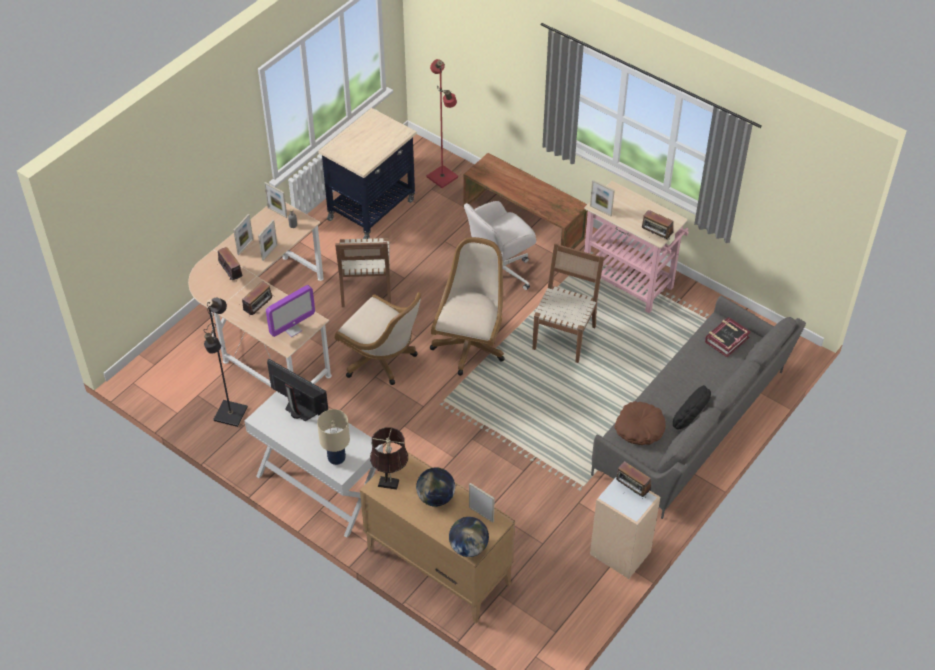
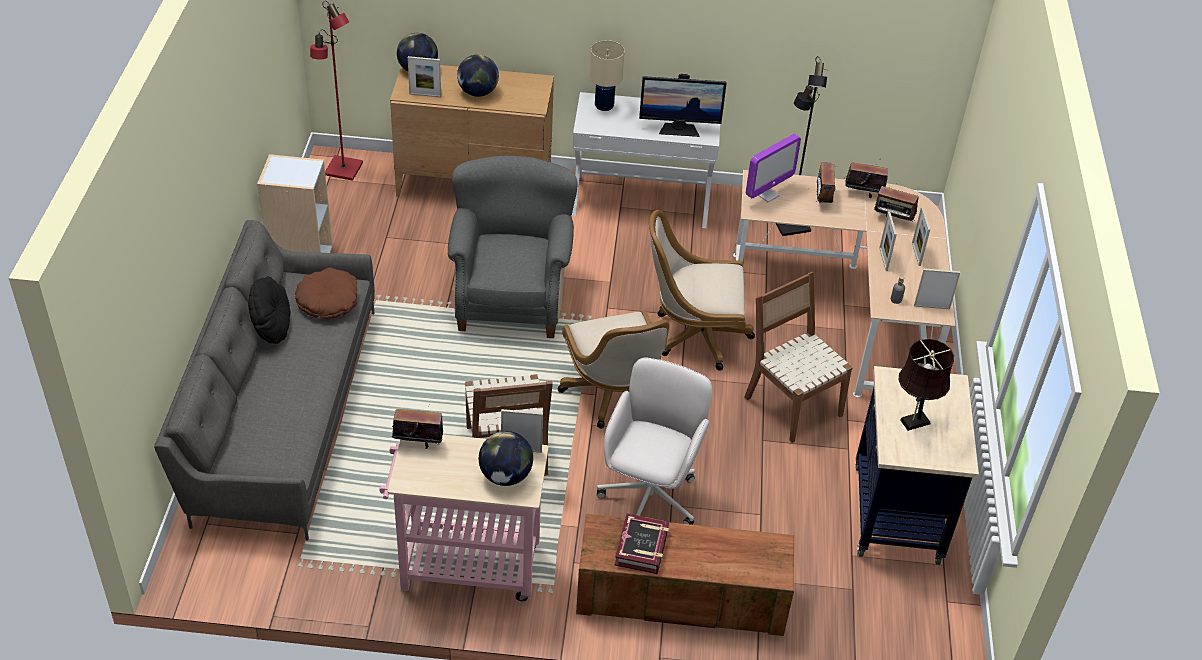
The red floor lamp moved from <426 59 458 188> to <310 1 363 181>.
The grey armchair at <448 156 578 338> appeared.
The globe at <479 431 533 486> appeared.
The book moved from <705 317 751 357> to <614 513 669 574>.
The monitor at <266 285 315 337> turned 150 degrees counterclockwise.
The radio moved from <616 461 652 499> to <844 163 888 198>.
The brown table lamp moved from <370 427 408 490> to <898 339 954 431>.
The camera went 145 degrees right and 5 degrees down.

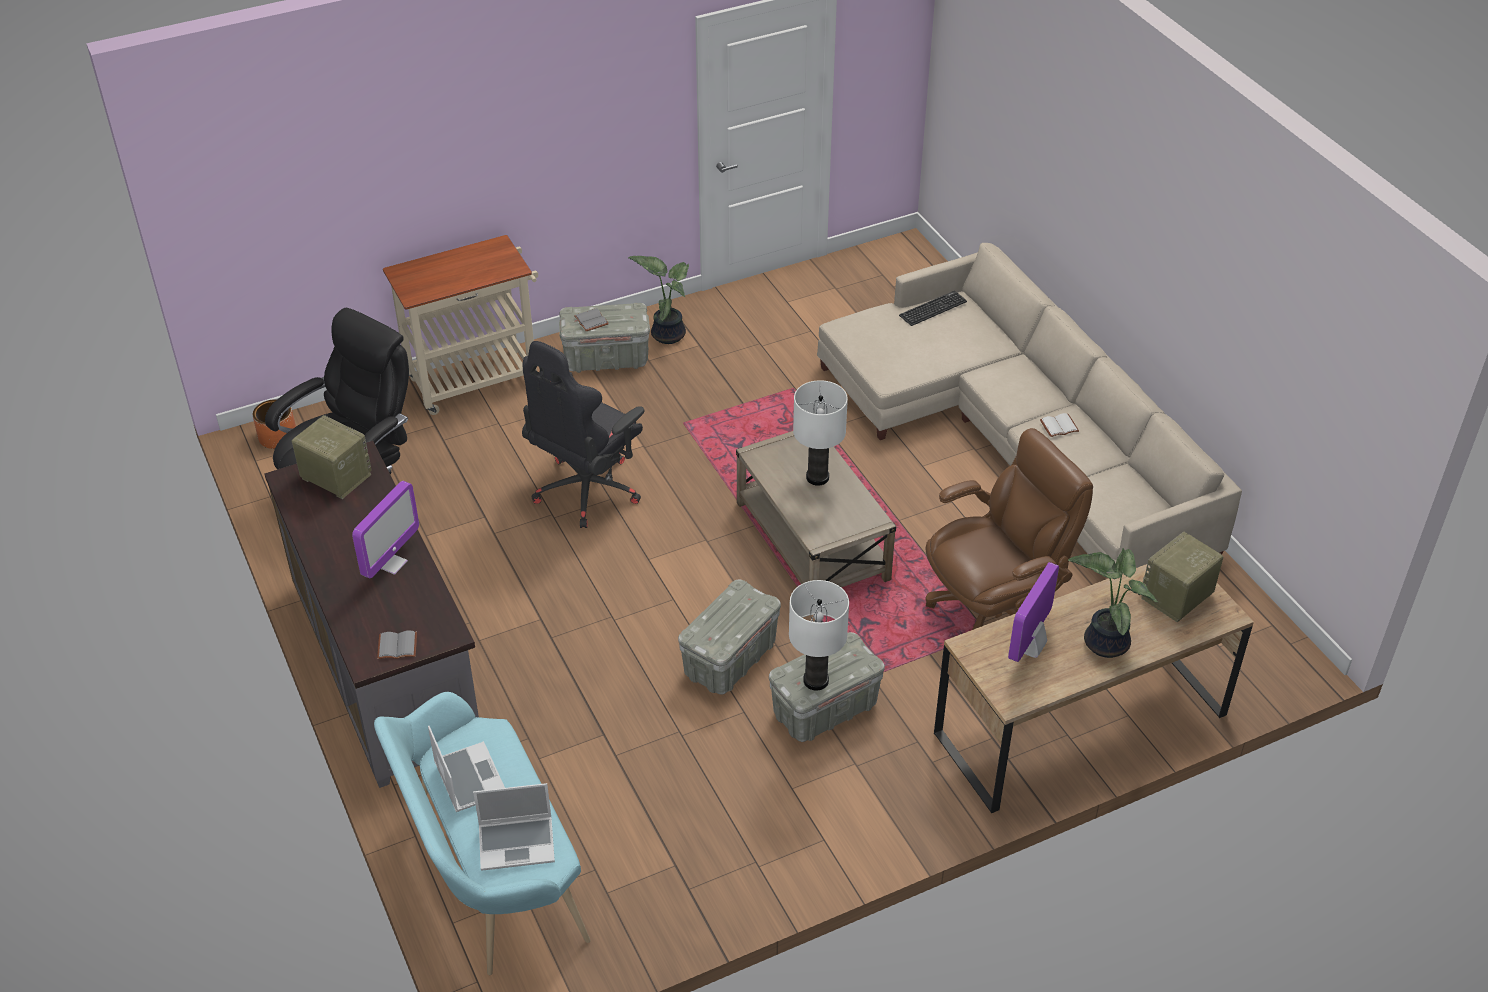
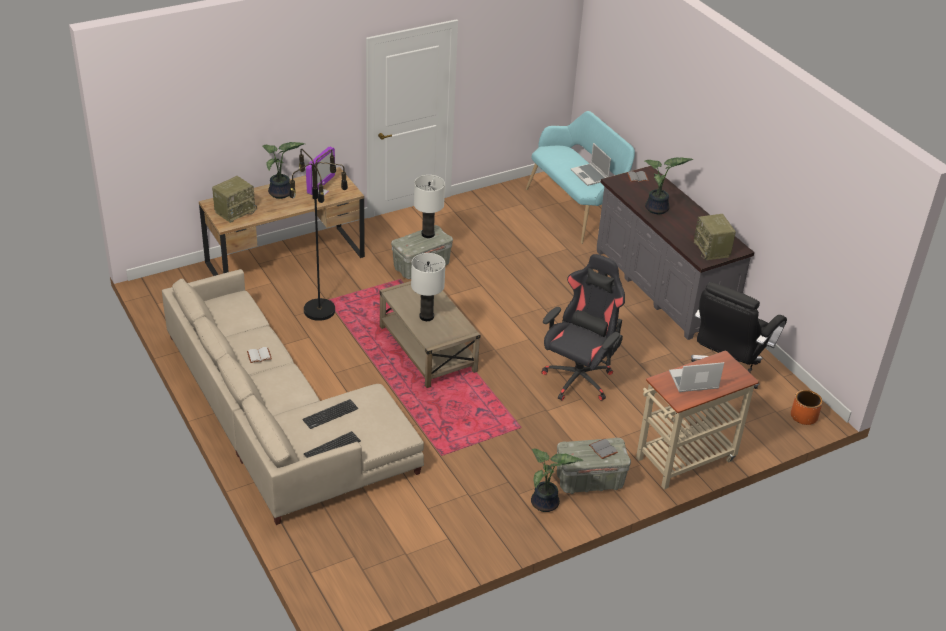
The brown office chair at <926 428 1093 630> was replaced by the floor lamp at <289 148 348 321>.
The keyboard at <302 399 358 429> appeared.
The monitor at <352 481 419 578> was replaced by the potted plant at <645 157 694 214>.
The laptop moved from <473 783 555 871> to <669 362 724 392>.
The radio at <291 415 372 499> turned 45 degrees clockwise.
The grey storage box at <678 580 781 695> disappeared.
The camera went 175 degrees right and 5 degrees down.

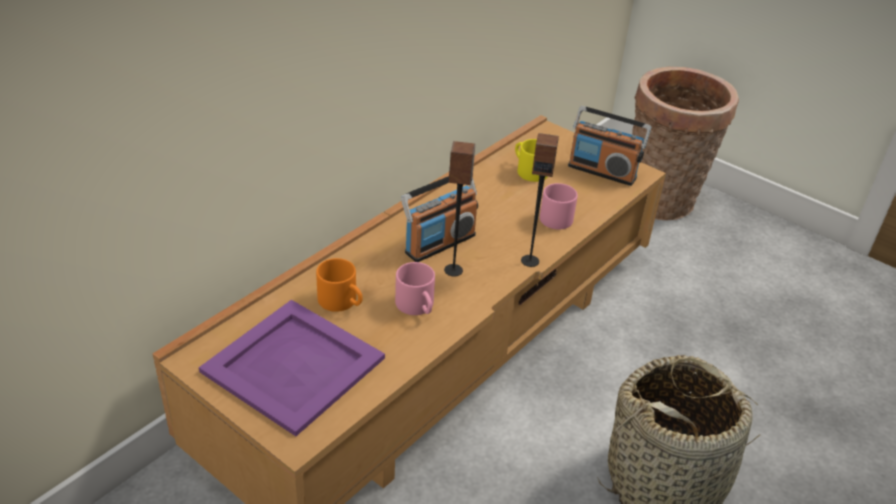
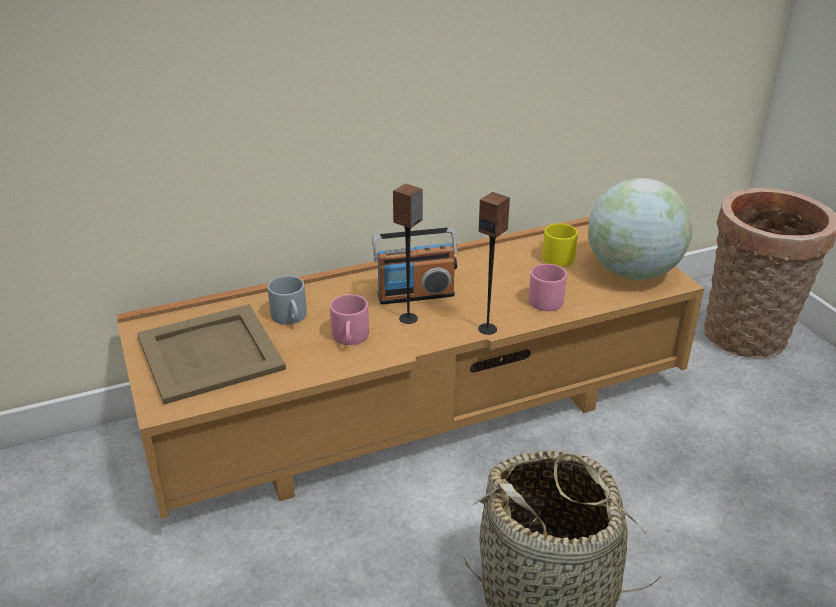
The purple tray at <199 300 385 436> became the beige tray at <137 304 286 405>.
The orange mug at <316 258 363 312> became the grey mug at <268 276 307 325>.
The radio at <568 106 651 186> was replaced by the globe at <589 178 693 280>.
The camera went 30 degrees right and 5 degrees down.

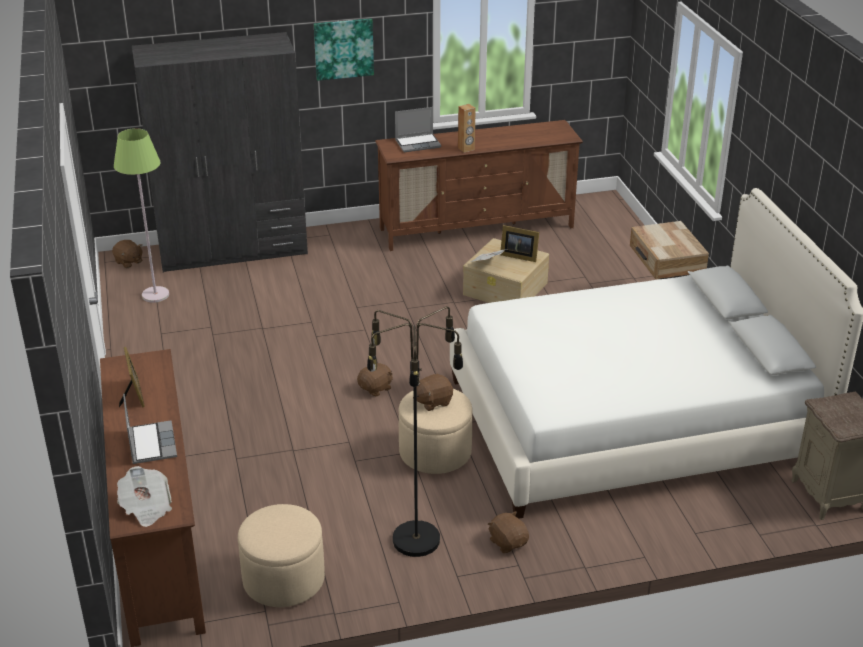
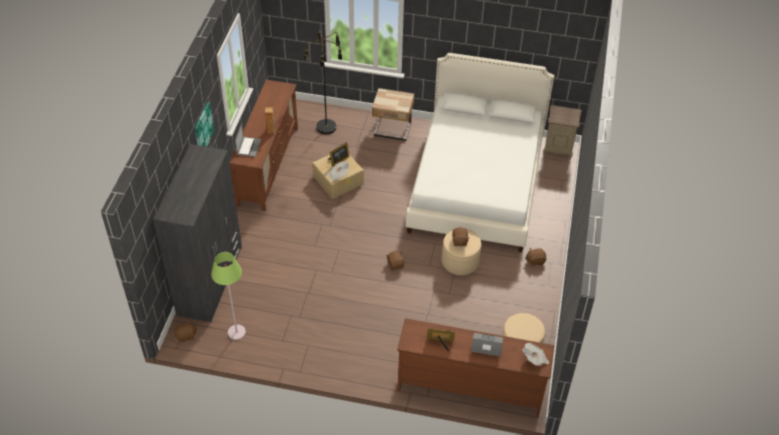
The floor lamp moved from <367 306 463 557> to <304 28 342 134>.
The camera went 65 degrees left and 15 degrees up.

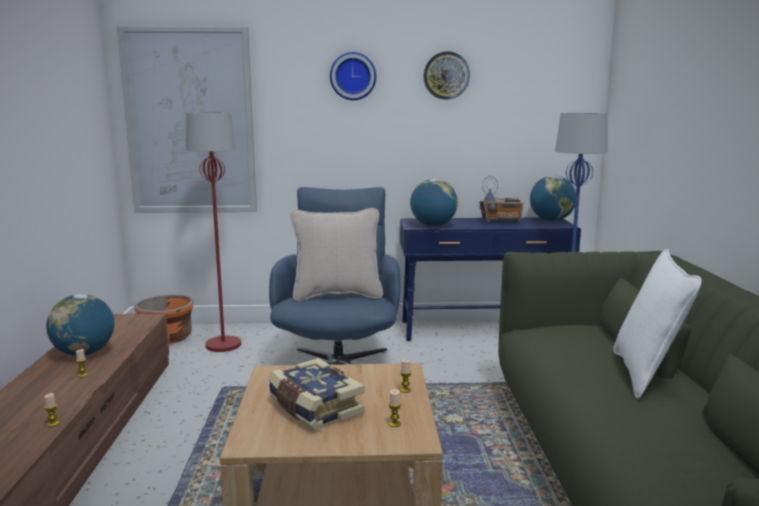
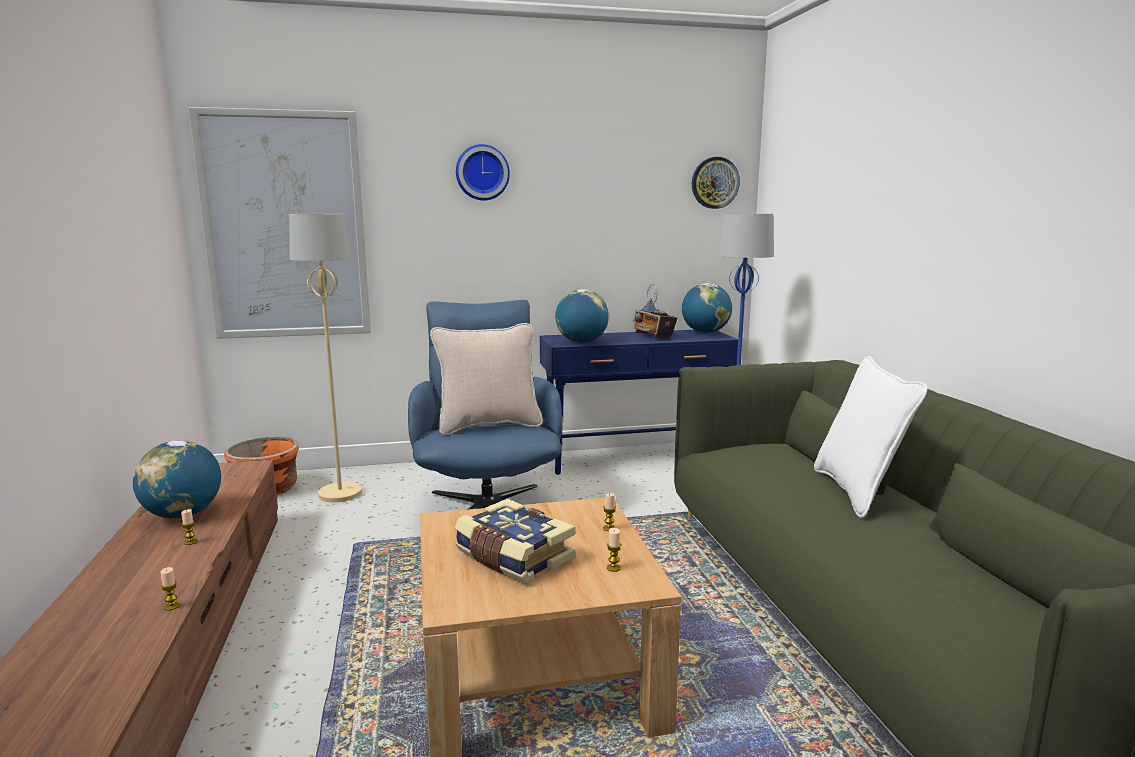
The red floor lamp at <186 112 241 352> became the beige floor lamp at <289 214 362 502>.
The radio at <479 176 523 222> turned 75 degrees clockwise.
The wall clock moved from <424 51 470 100> to <692 157 740 209>.
The camera went 10 degrees left and 0 degrees up.

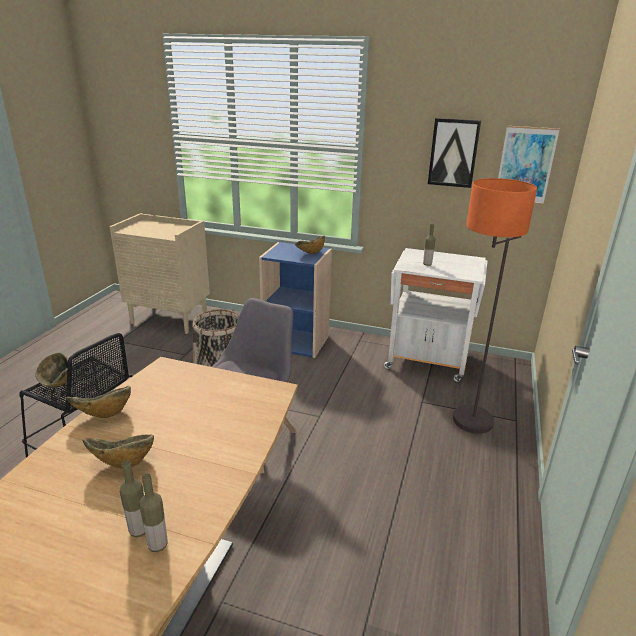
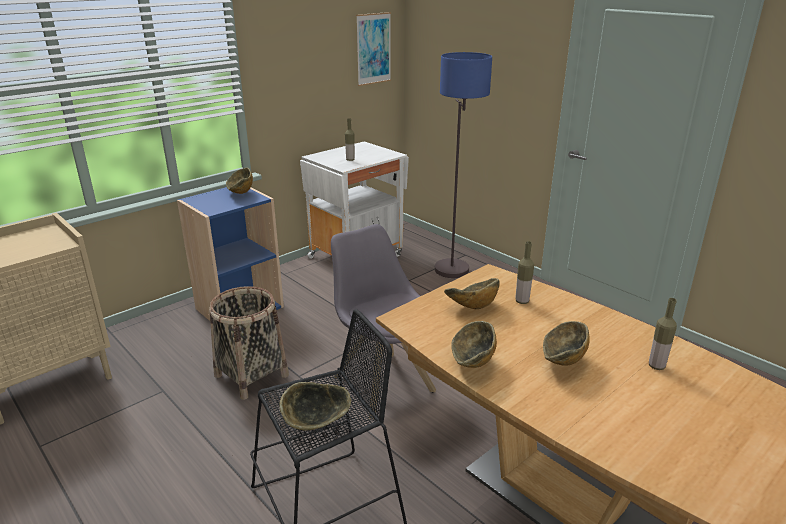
The orange floor lamp at <453 178 537 434> became the blue floor lamp at <435 52 492 278>.
The bowl at <444 278 500 309> appeared.
The bottle moved from <139 473 168 552> to <515 241 534 304>.
The picture at <428 118 481 188> disappeared.
The camera went 60 degrees left and 0 degrees up.

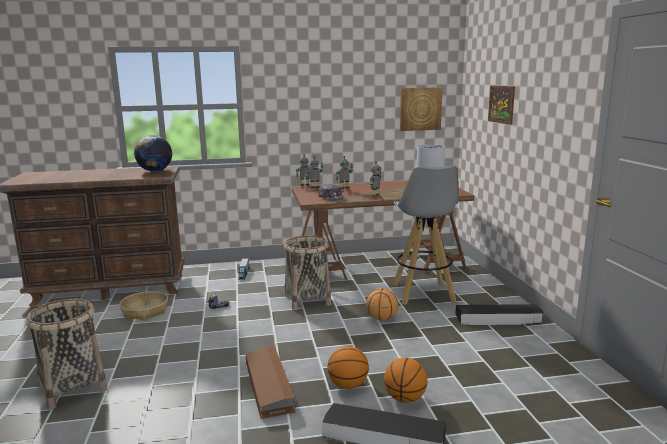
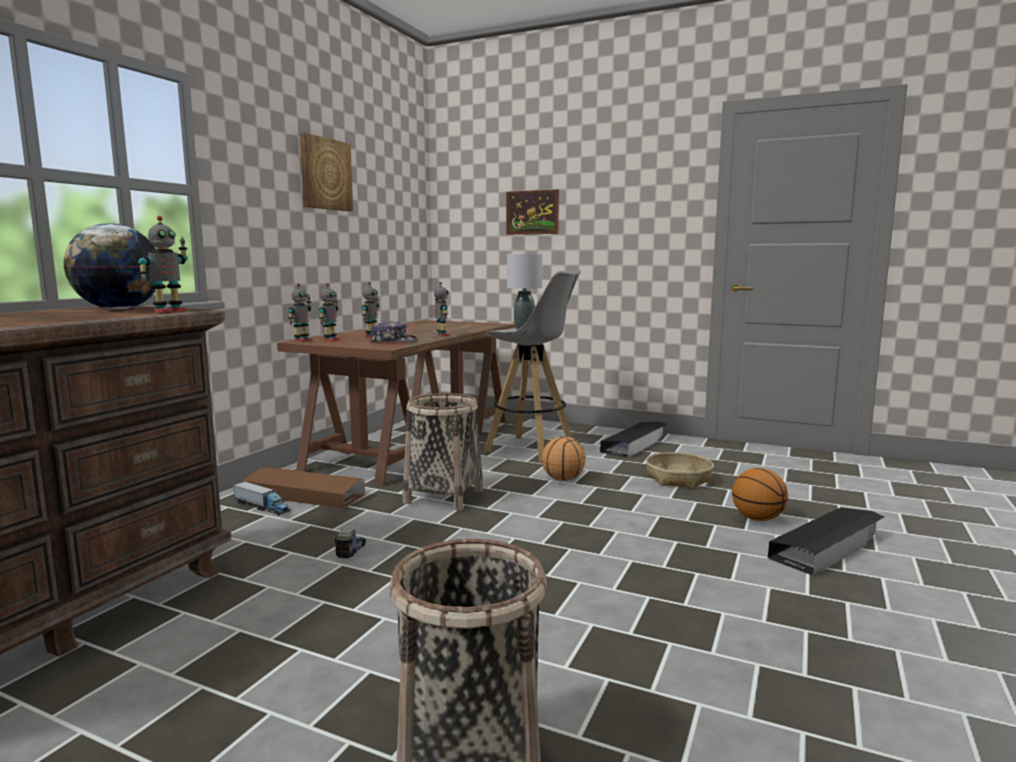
The toy robot at <138 216 188 313> appeared.
The brown storage box moved from <246 347 296 419> to <242 467 365 509>.
The picture moved from <400 87 443 131> to <300 133 353 211>.
The basket moved from <120 291 168 321> to <646 452 714 489>.
The basketball at <328 346 369 389> disappeared.
The camera went 55 degrees left and 5 degrees down.

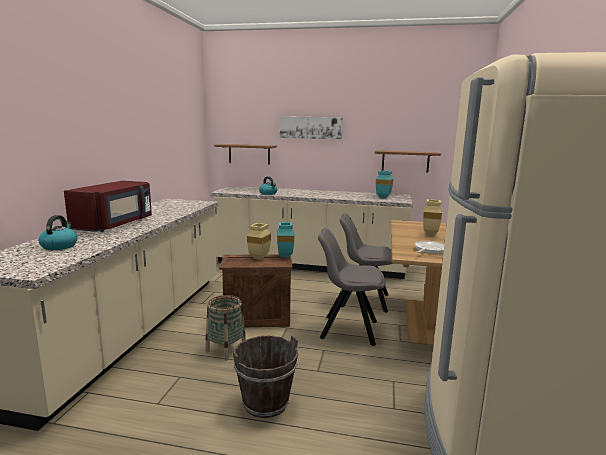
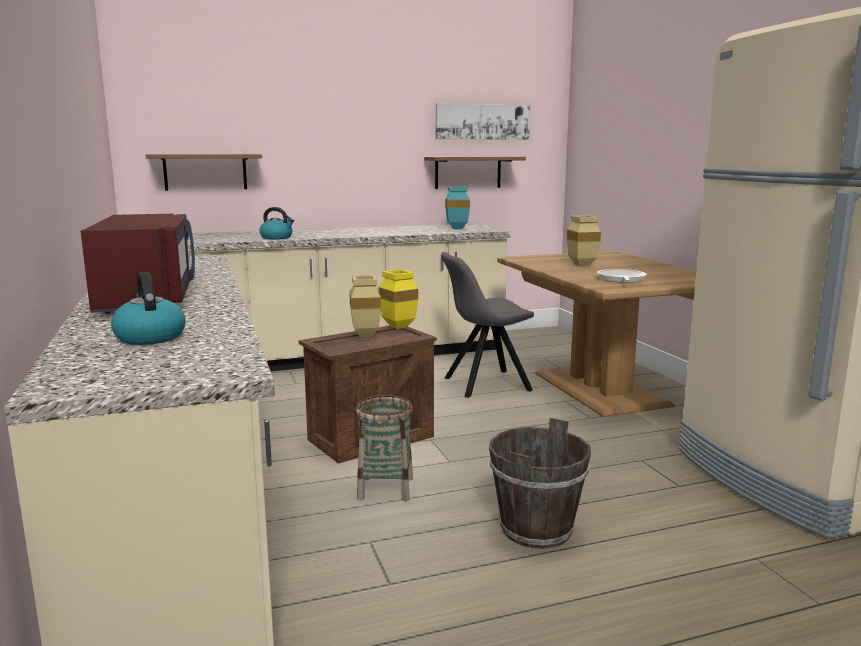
The turquoise vase at <277 222 294 258> became the yellow vase at <378 269 418 329>.
The picture moved from <280 116 343 139> to <436 103 530 140>.
The grey chair at <318 228 386 346> disappeared.
The camera went 30 degrees left and 0 degrees up.

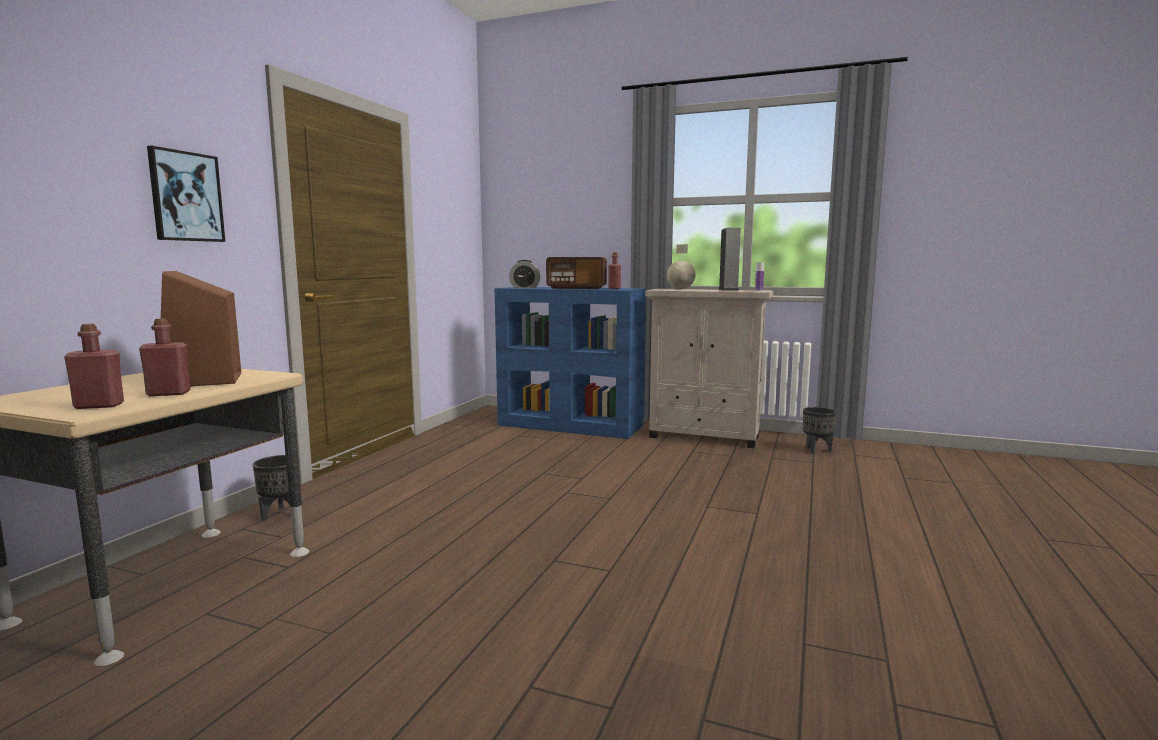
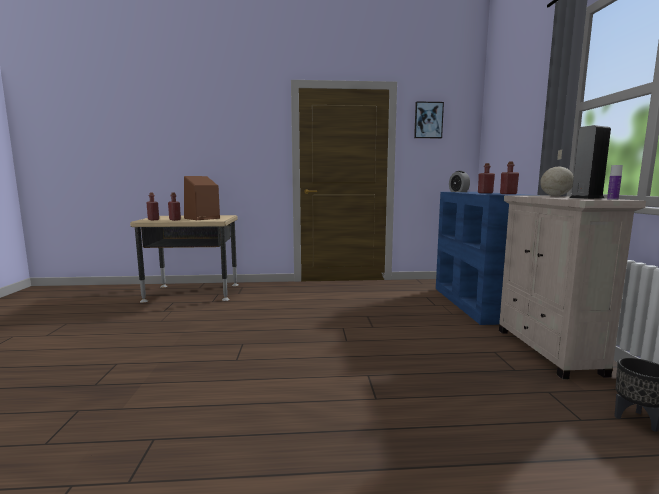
The picture moved from <147 146 225 242> to <414 101 444 138>.
The radio at <546 257 607 289> was replaced by the red bottle at <478 163 495 193>.
The black planter at <253 455 299 521> disappeared.
The camera went 65 degrees right and 0 degrees up.

